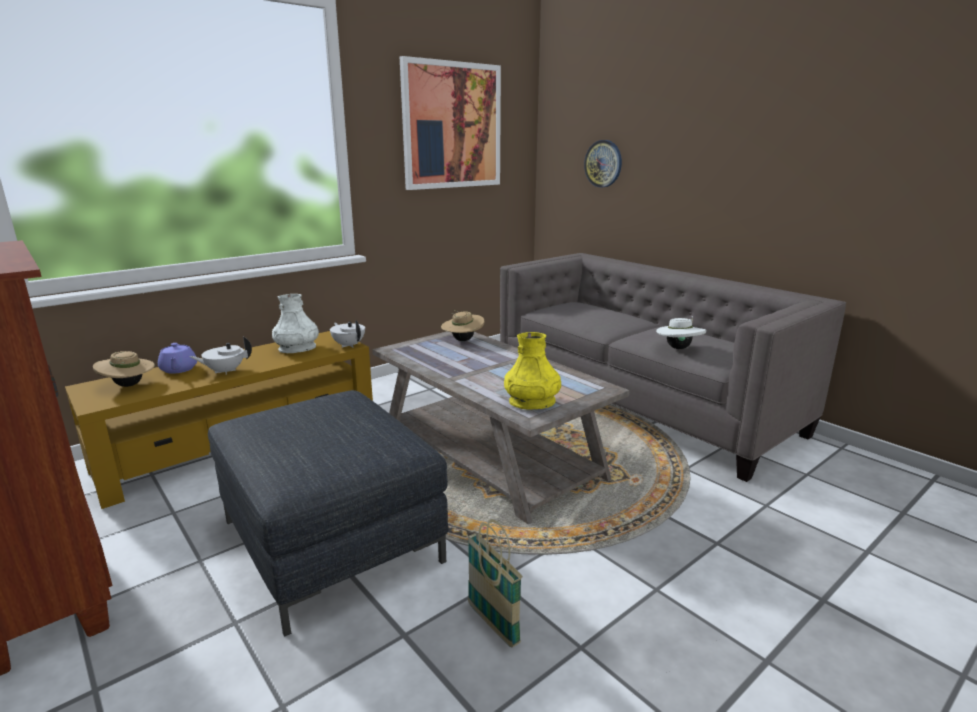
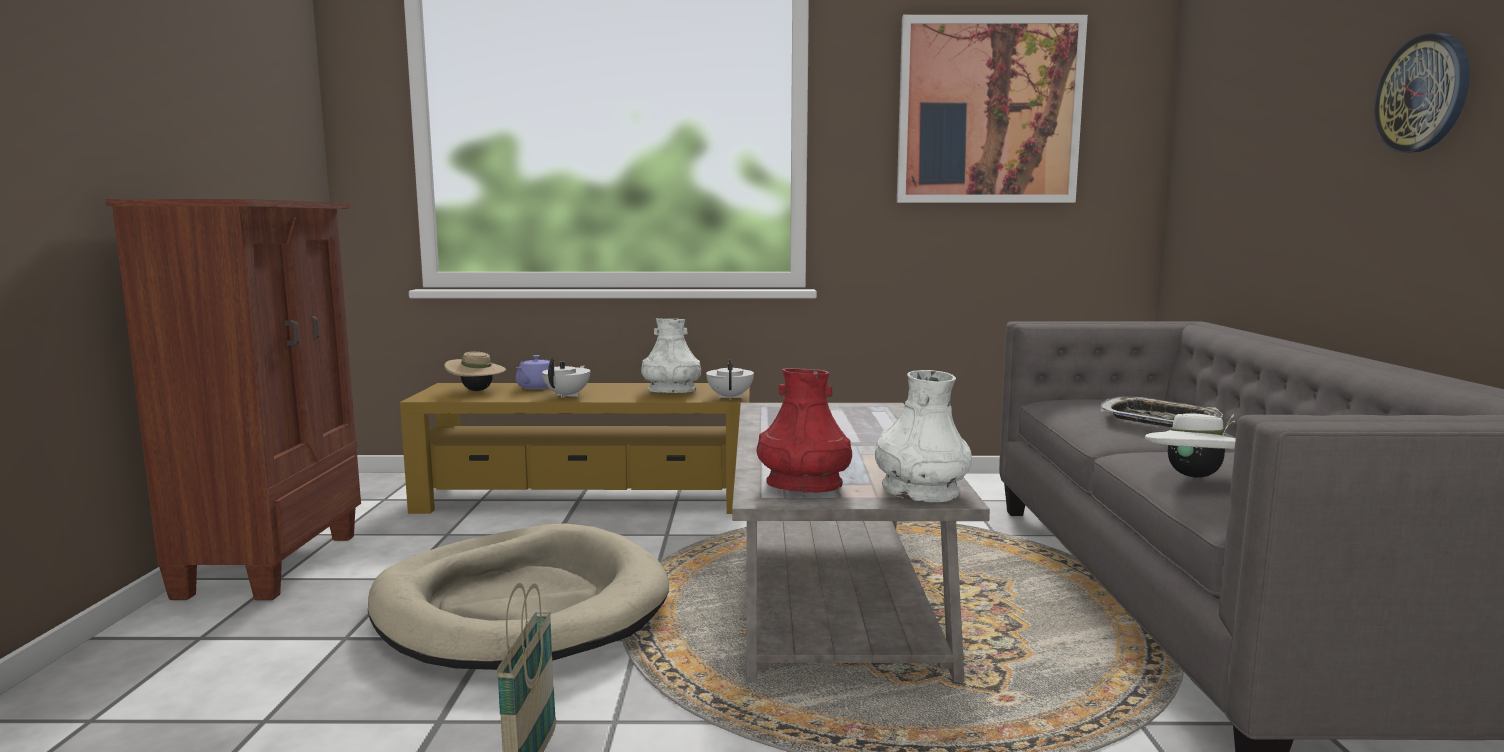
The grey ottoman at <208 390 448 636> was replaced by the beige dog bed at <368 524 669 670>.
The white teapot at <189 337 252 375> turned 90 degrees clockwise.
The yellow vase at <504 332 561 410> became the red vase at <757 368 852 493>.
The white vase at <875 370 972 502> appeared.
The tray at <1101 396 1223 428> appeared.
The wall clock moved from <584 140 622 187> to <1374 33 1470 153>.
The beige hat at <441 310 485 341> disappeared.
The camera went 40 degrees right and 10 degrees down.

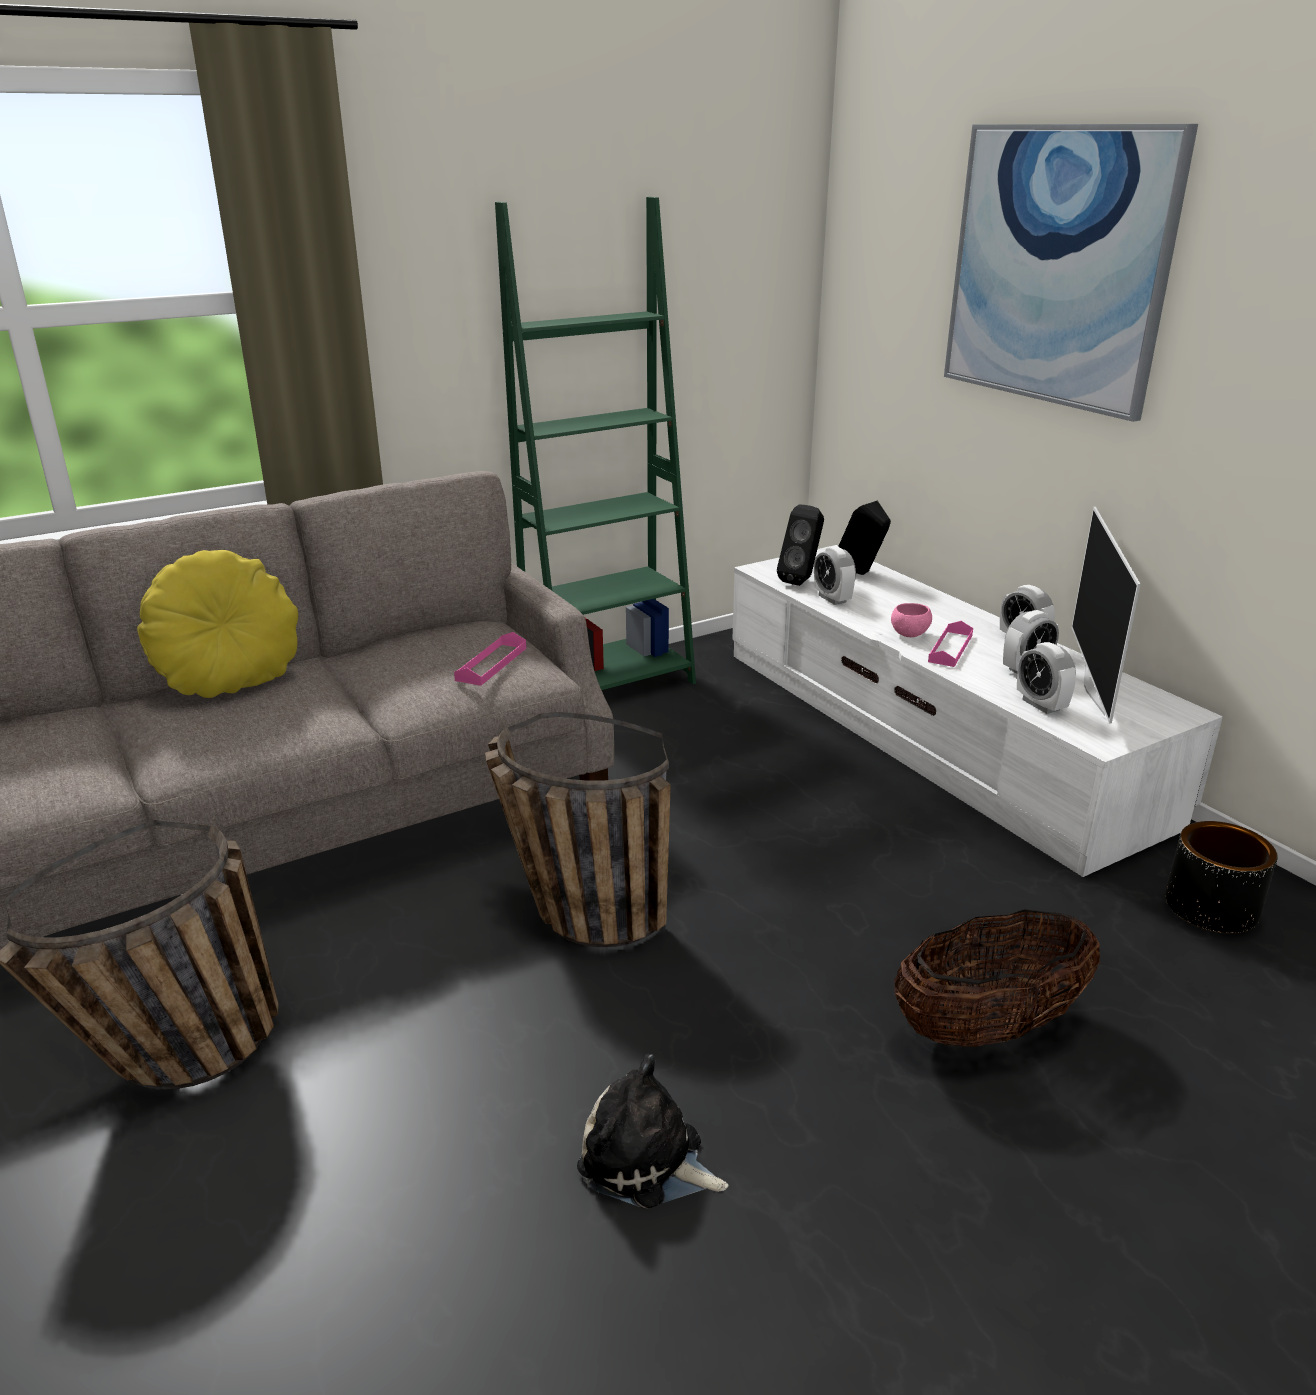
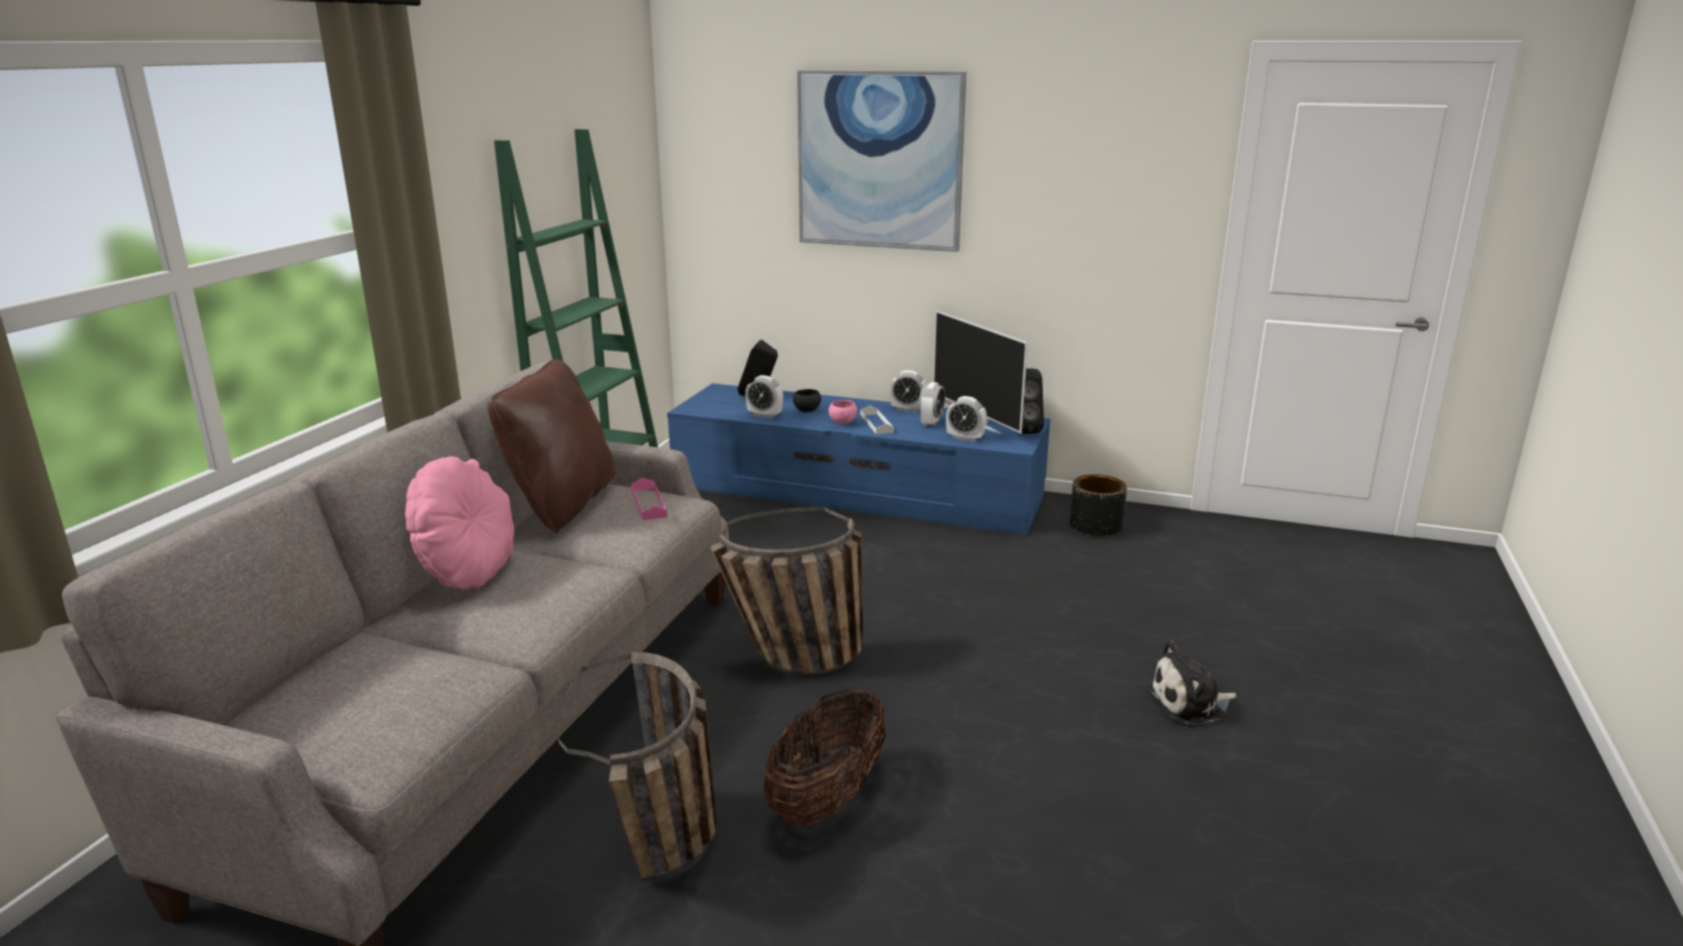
The yellow pillow at <137 550 298 698> became the pink pillow at <405 456 514 590>.
The brown pillow at <488 359 615 533> appeared.
The white tv stand at <732 545 1223 877> became the blue tv stand at <667 383 1051 535>.
The basket moved from <894 909 1100 1047> to <764 687 886 827>.
The black bowl at <793 389 821 412> appeared.
The pink tray at <928 621 973 667> became the white tray at <861 405 894 434>.
The black speaker moved from <777 504 824 586> to <1022 369 1044 434>.
The plush toy moved from <577 1053 728 1209> to <1147 641 1236 725>.
The camera went 40 degrees left and 5 degrees down.

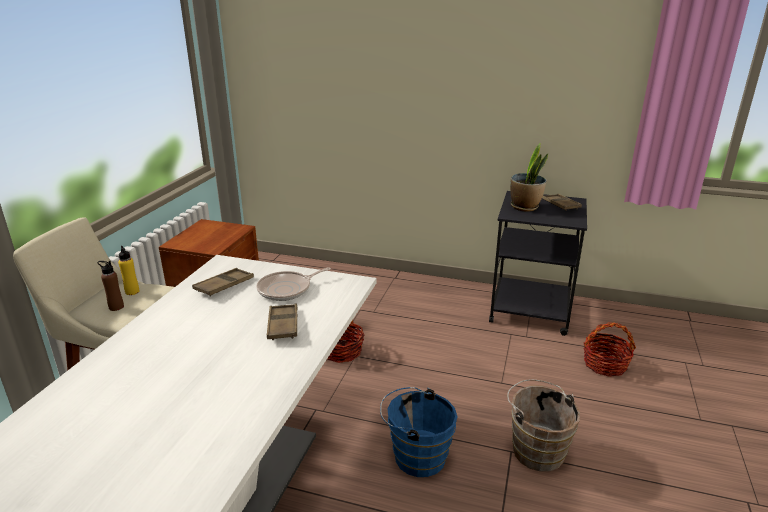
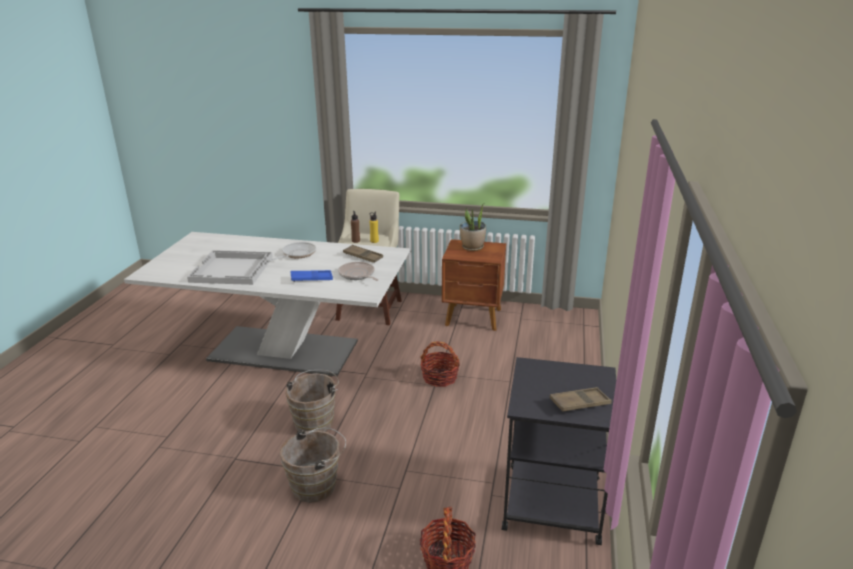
The white tray at <187 250 273 285> appeared.
The frying pan at <269 242 316 262> appeared.
The blue bucket at <380 387 457 477> became the brown bucket at <285 370 339 432>.
The brown tray at <267 303 298 340> became the blue tray at <291 270 333 282>.
The potted plant moved from <510 142 548 212> to <460 205 486 251>.
The camera went 85 degrees right and 0 degrees up.

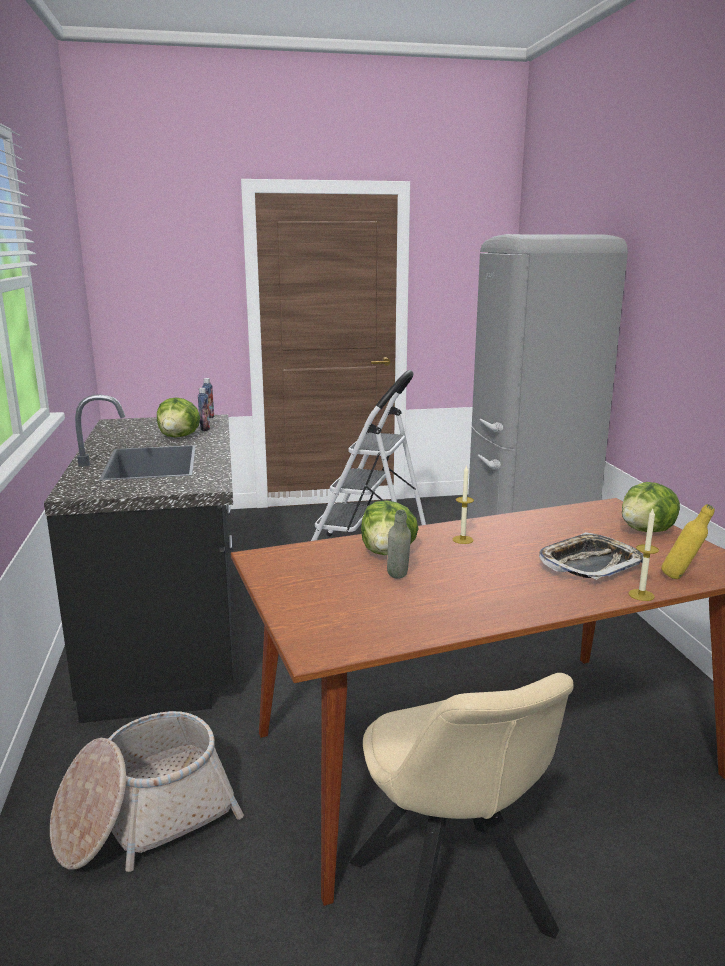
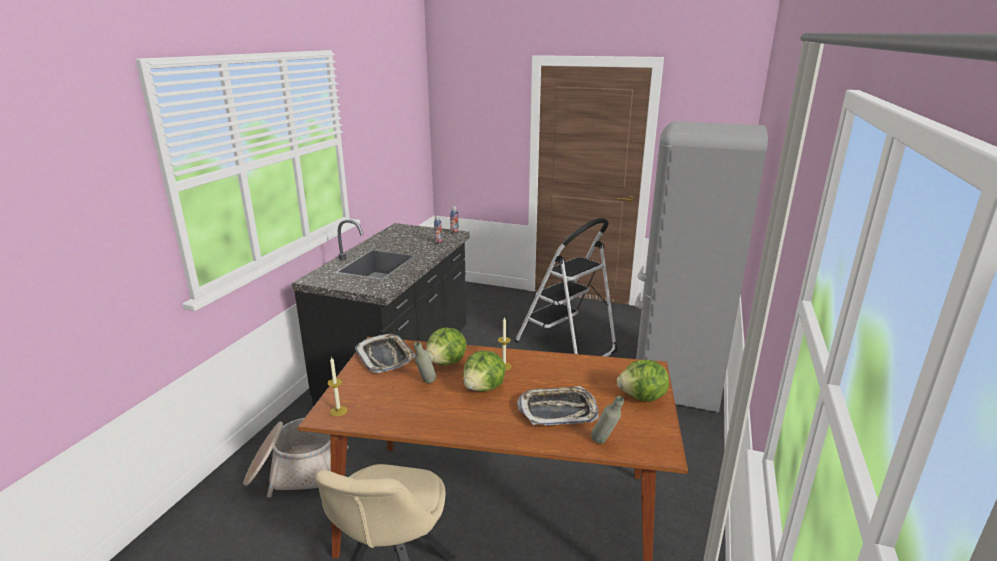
The candle moved from <628 509 659 601> to <327 356 347 416>.
The tray at <355 334 415 373> appeared.
The lettuce moved from <157 398 200 437> to <463 350 506 392>.
The yellow bottle at <661 504 715 579> became the grey bottle at <591 396 624 444>.
The camera went 30 degrees right and 5 degrees up.

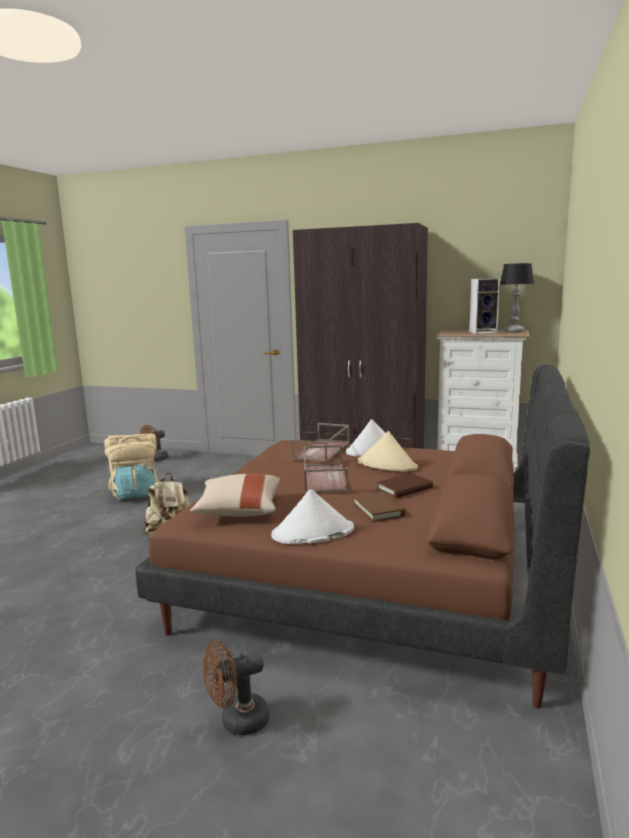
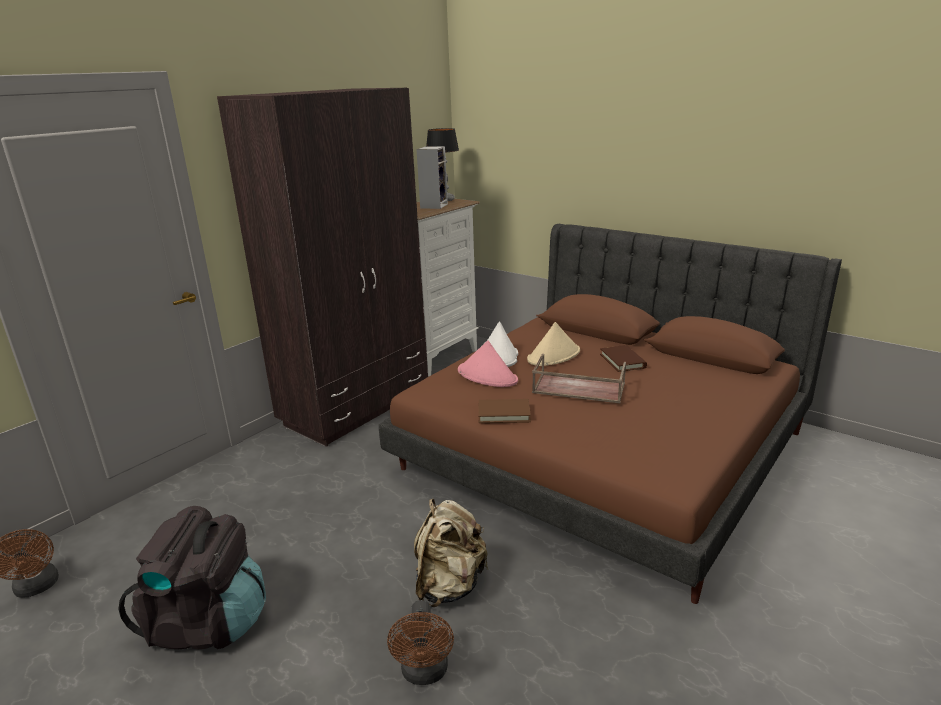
The beige backpack at <104 433 158 500> became the black backpack at <118 506 266 649>.
The brown fan moved from <203 640 269 736> to <387 600 454 685>.
The brown tray at <292 423 350 463> was replaced by the pink hat at <458 341 518 387>.
The brown book moved from <352 492 406 522> to <478 399 531 423>.
The beige pillow at <190 474 280 516> disappeared.
The white hat at <271 489 354 544> disappeared.
The camera went 70 degrees left and 10 degrees up.

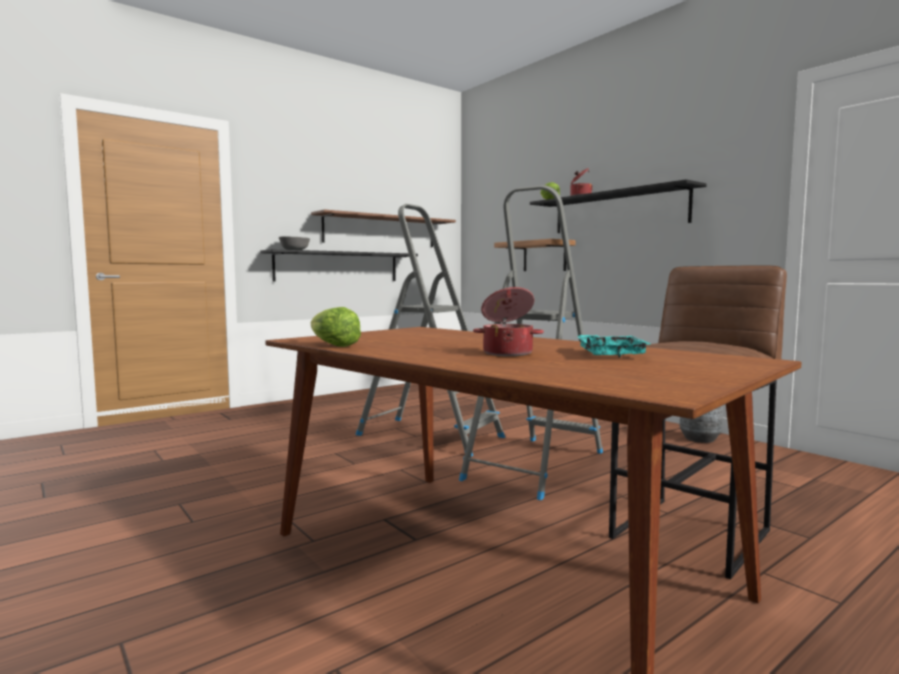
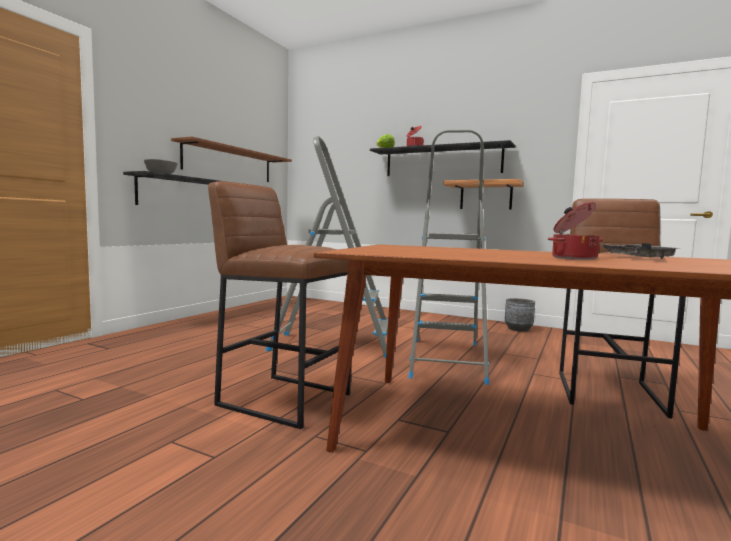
The brown stool at <208 181 351 429> appeared.
The shelf moved from <494 239 575 271> to <443 179 524 209>.
The turquoise tray at <577 335 650 358> became the grey tray at <601 243 681 259>.
The lettuce at <311 307 361 347> disappeared.
The camera went 25 degrees left and 0 degrees up.

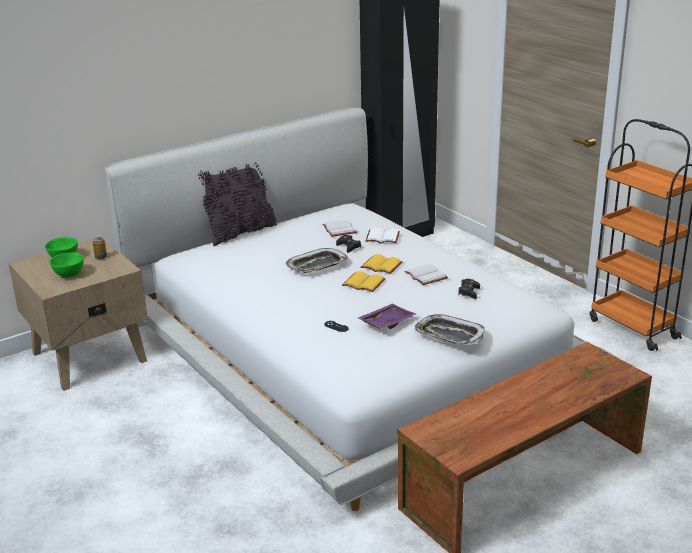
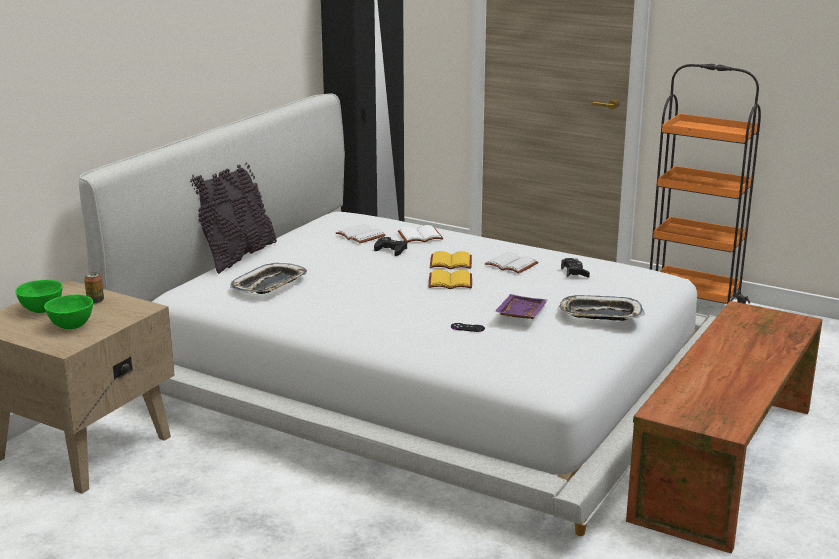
The tray moved from <286 248 348 273> to <230 263 307 294>.
The camera went 25 degrees left and 5 degrees down.

